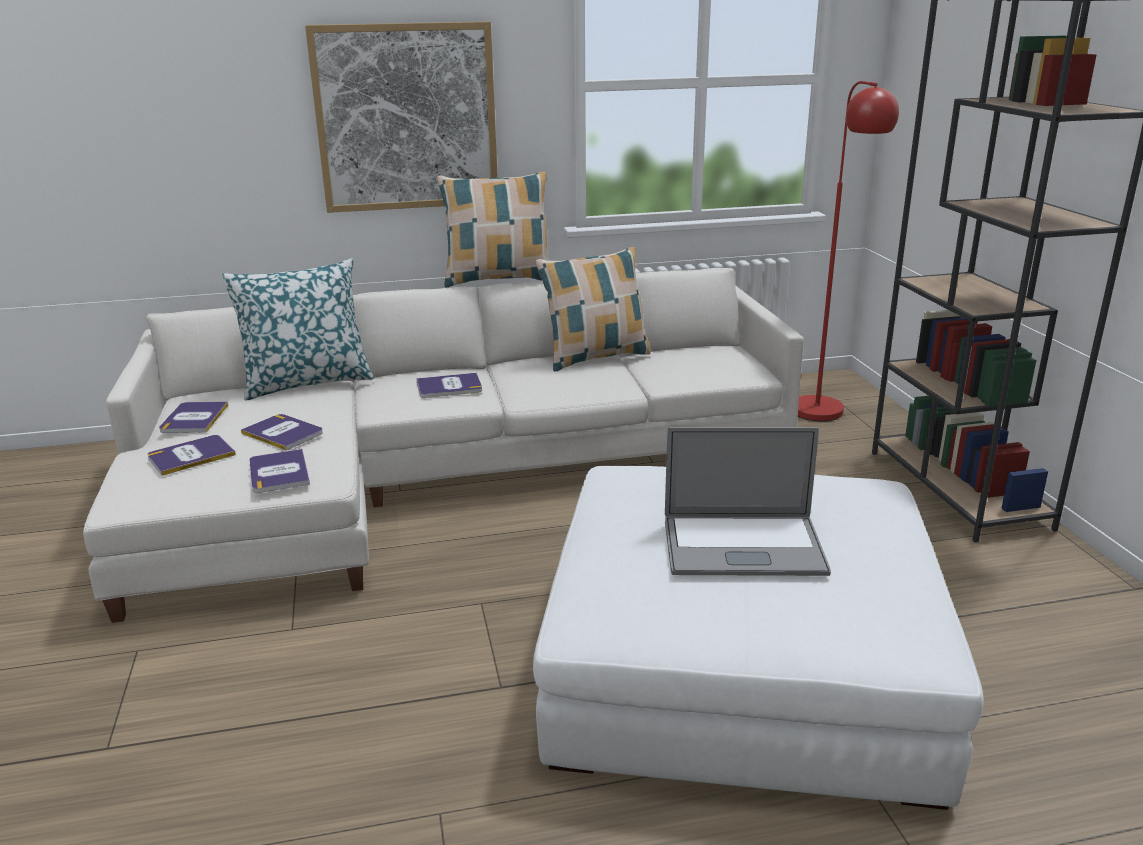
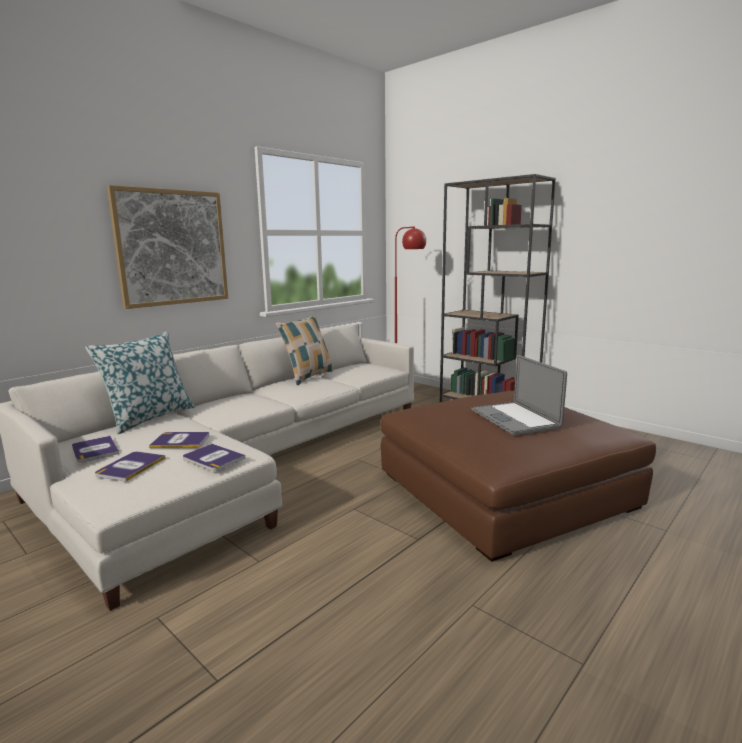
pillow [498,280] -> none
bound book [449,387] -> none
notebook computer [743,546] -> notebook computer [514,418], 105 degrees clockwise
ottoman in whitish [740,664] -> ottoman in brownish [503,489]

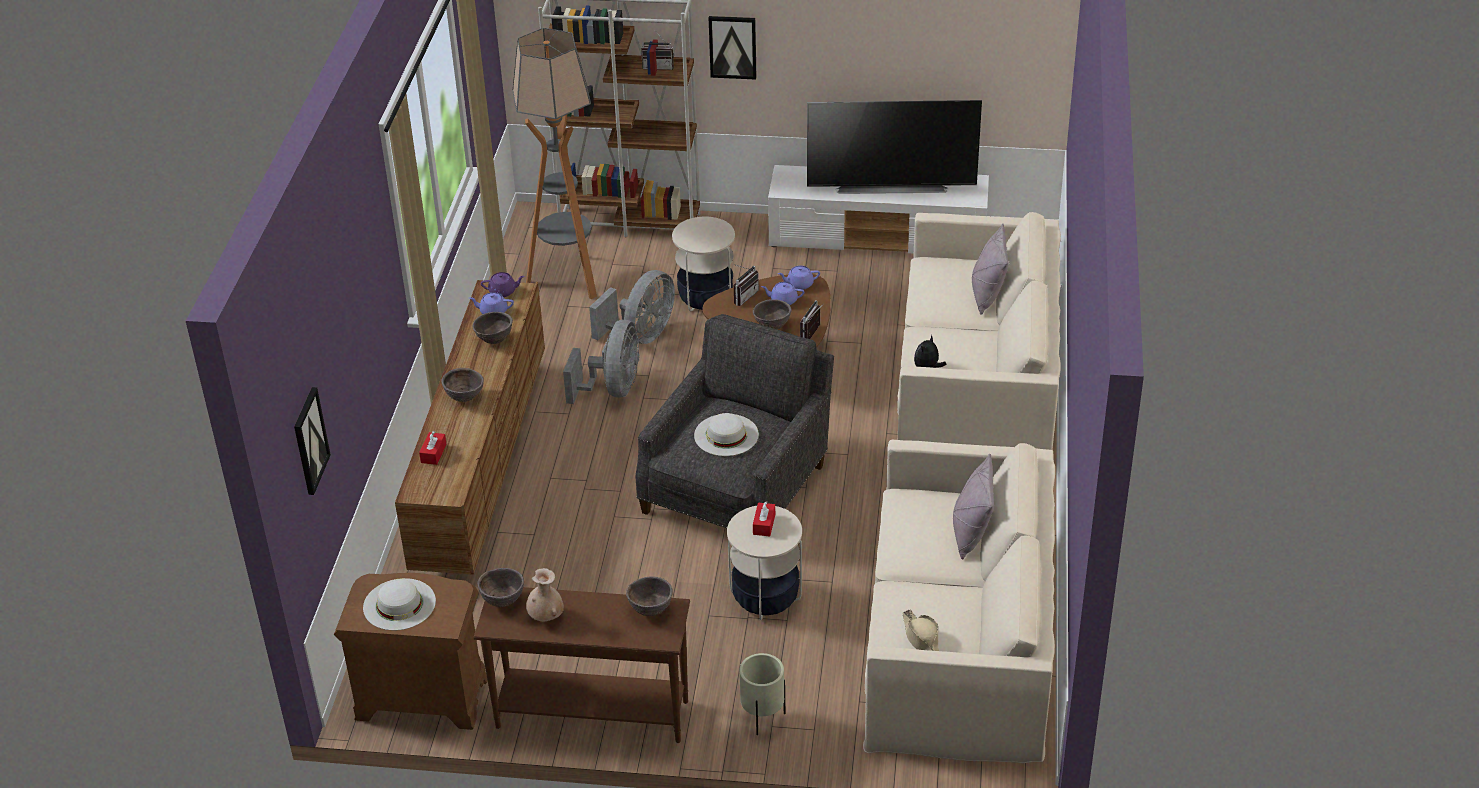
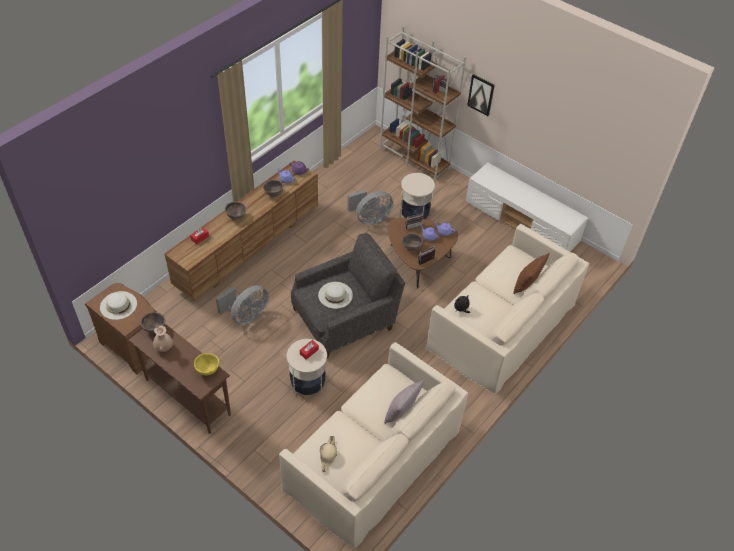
floor lamp [568,279] -> none
TV [891,185] -> none
pillow in purplish [987,295] -> pillow in brownish [526,284]
cooling fan in grey [613,389] -> cooling fan in grey [246,316], relocated
picture [310,441] -> none
deep dish in brownish [650,610] -> deep dish in yellowish [208,370]
planter in sand-coloured [763,718] -> none

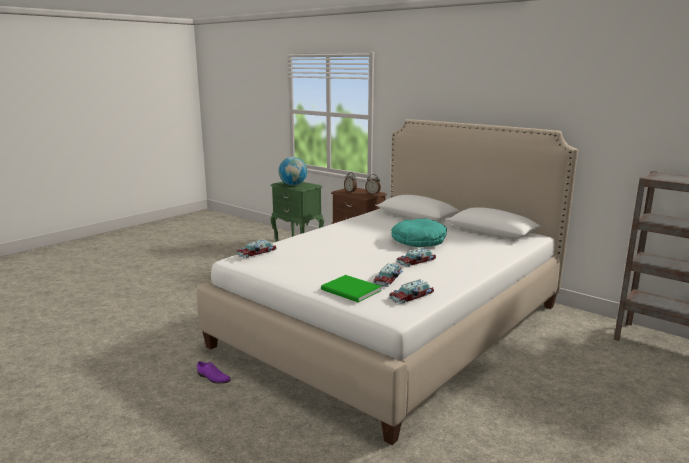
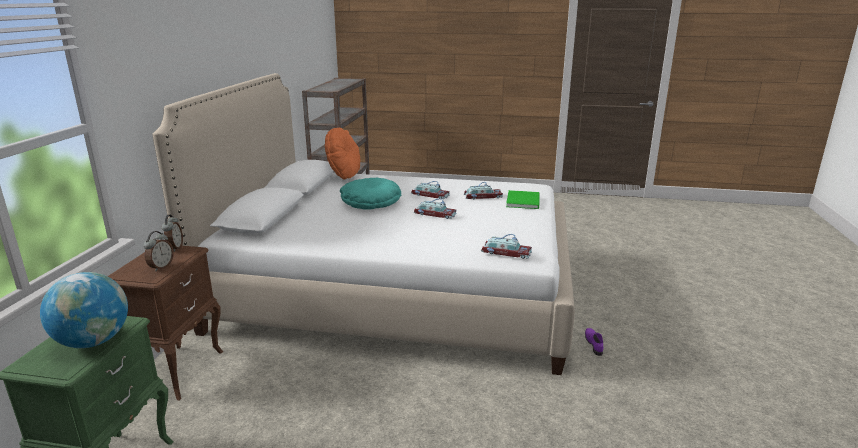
toy car [412,296] -> toy car [435,214], relocated
none -> pillow in orangey [344,176]

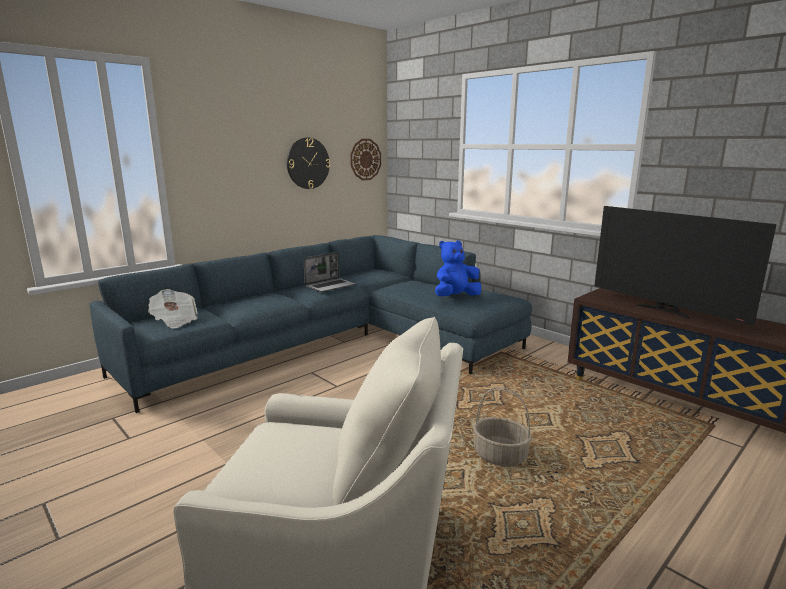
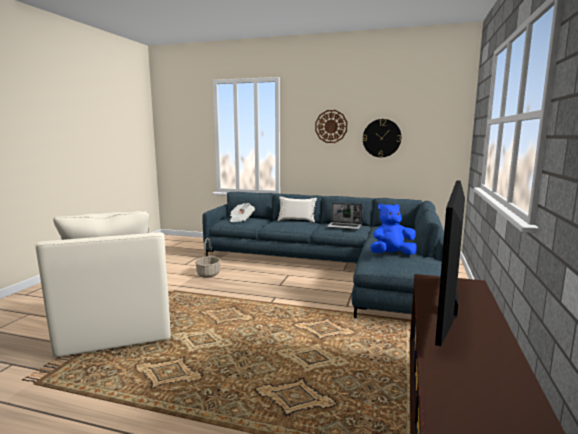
wall clock [365,159] -> wall clock [331,126], relocated
cuddly toy in blue [455,297] -> cuddly toy in blue [391,255], 45 degrees counterclockwise
household basket [501,455] -> household basket [208,274], relocated
none -> pillow in whitish [296,221]

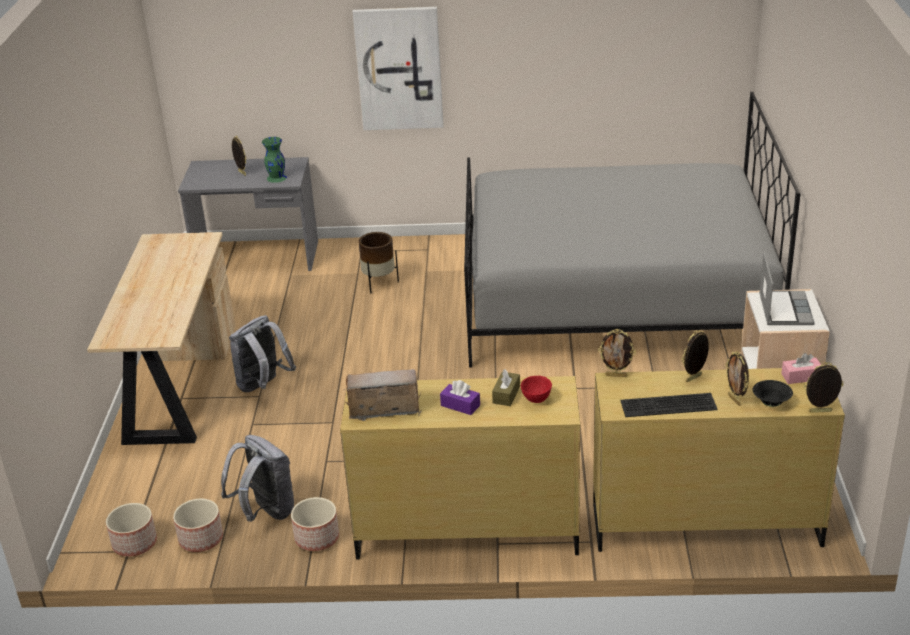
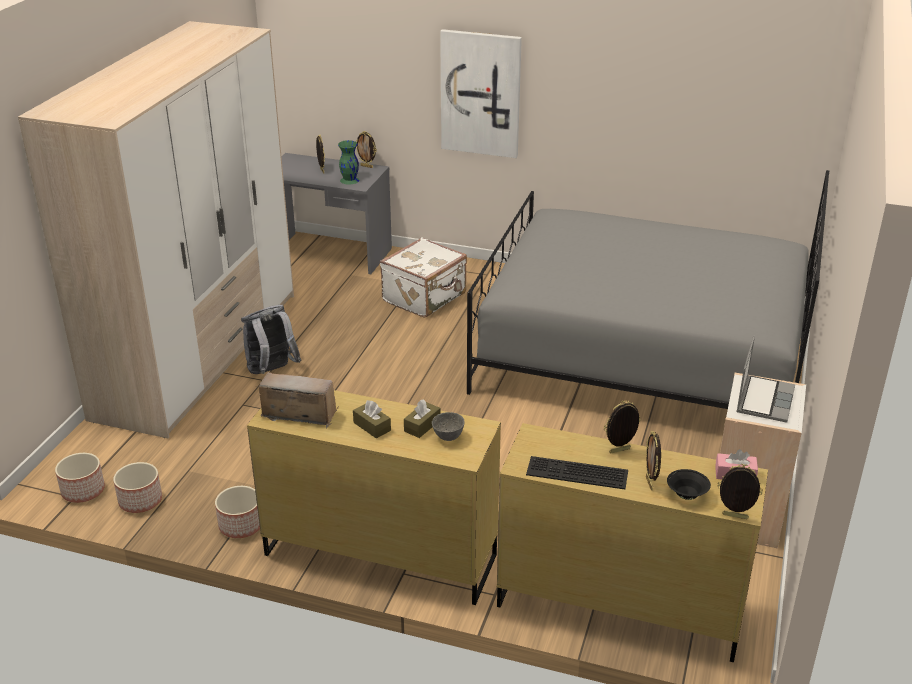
desk in sand-coloured [178,384] -> wardrobe [200,353]
planter in brownish [379,283] -> suitcase in whitish [425,298]
picture frame [616,375] -> picture frame [367,166], relocated
deep dish in red [537,400] -> deep dish in grey [448,437]
tissue holder in purplish [460,405] -> tissue holder in brownish [372,426]
backpack in grey [265,512] -> none

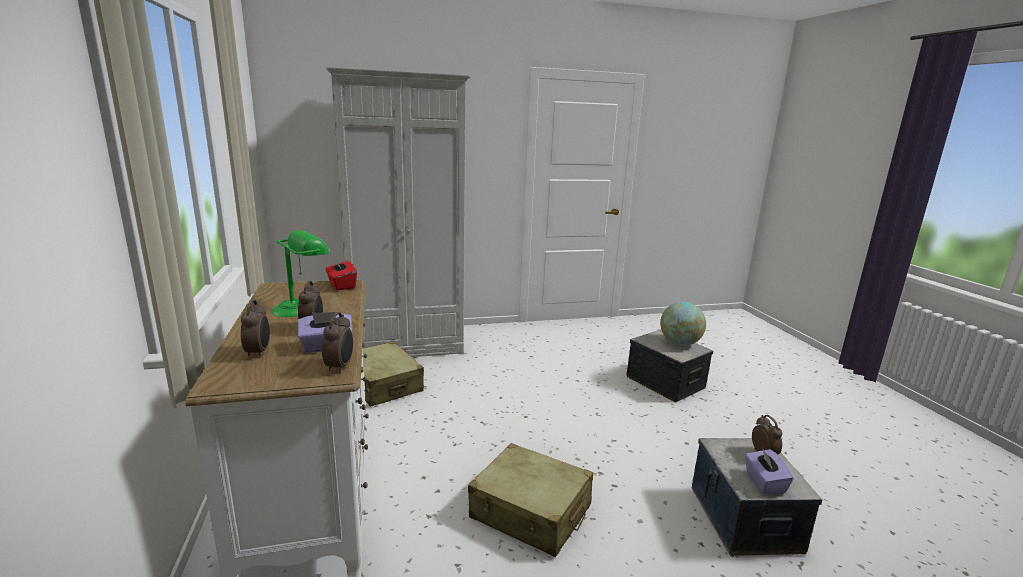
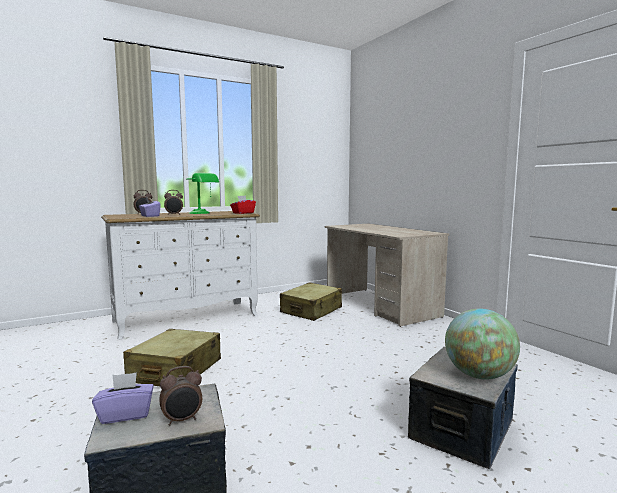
wardrobe in whitish [406,343] -> desk in sand-coloured [380,305]
alarm clock [340,367] -> none

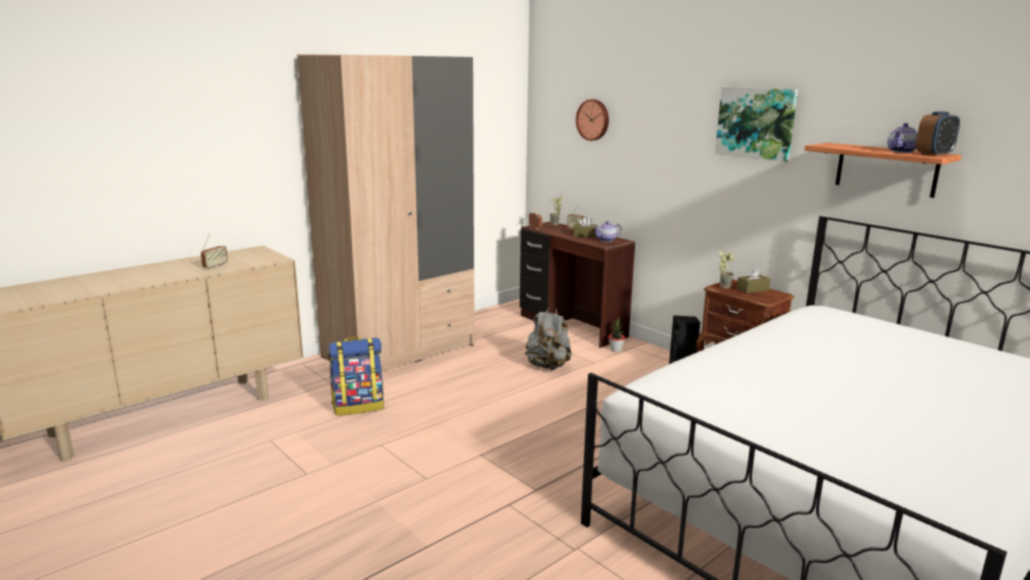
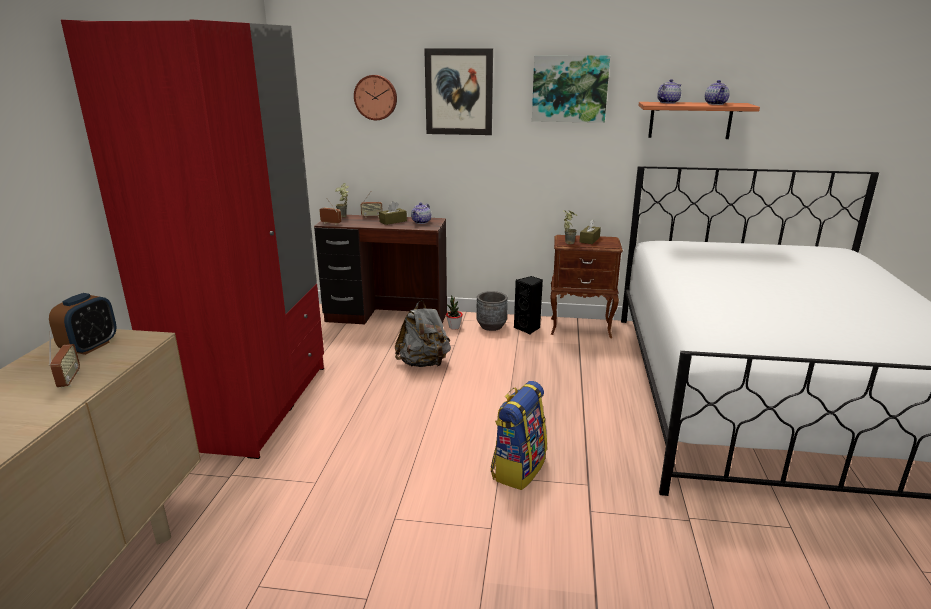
wardrobe in sand-coloured [399,350] -> wardrobe in red [252,404]
alarm clock [934,154] -> alarm clock [90,347], relocated
backpack [358,406] -> backpack [518,468], relocated
none -> picture [459,92]
none -> pot for tea [667,102]
none -> planter in grey [491,326]

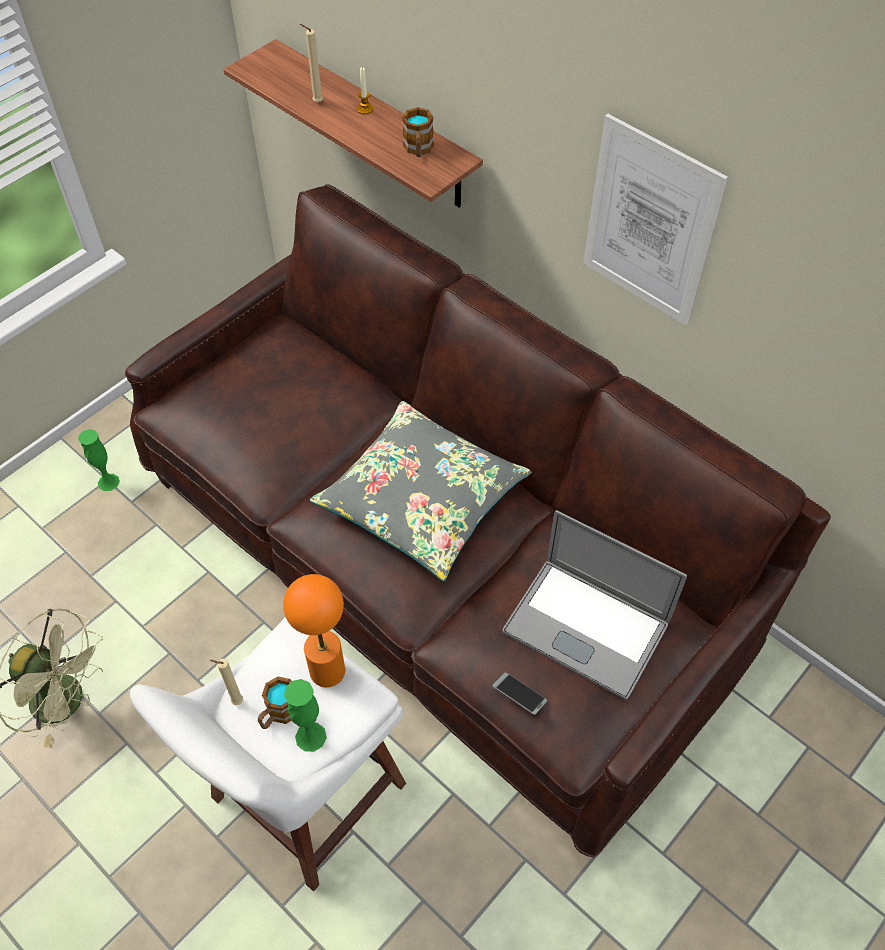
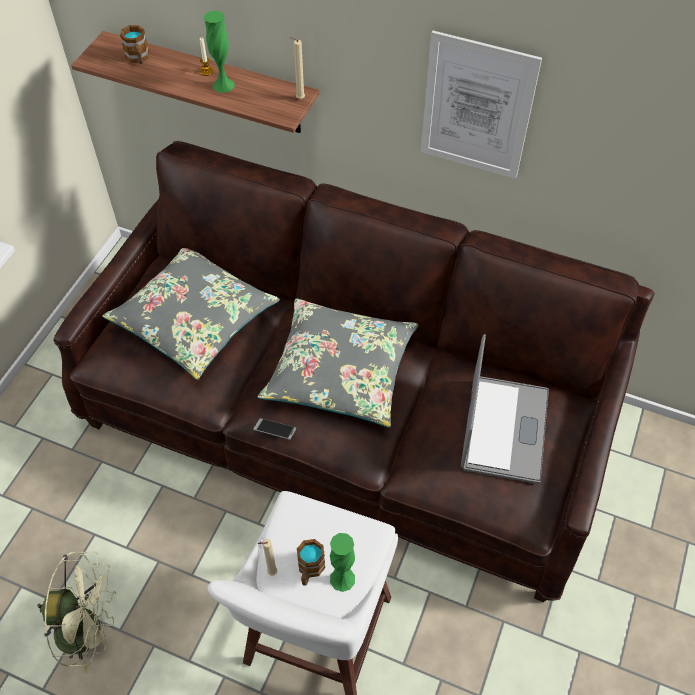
wax light in sand-coloured [316,102] -> wax light in sand-coloured [299,99], relocated
tea mug [418,150] -> tea mug [138,58], relocated
flower vase in green [108,482] -> flower vase in green [223,85], relocated
notebook computer [585,627] -> notebook computer [504,428], 90 degrees counterclockwise
table lamp in orangey [328,670] -> none
handset [519,695] -> handset [275,431], relocated
none -> pillow in grey [194,319]

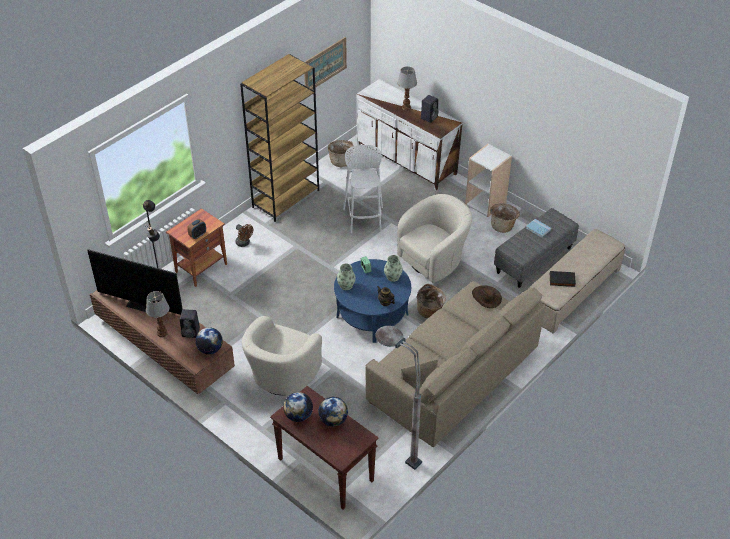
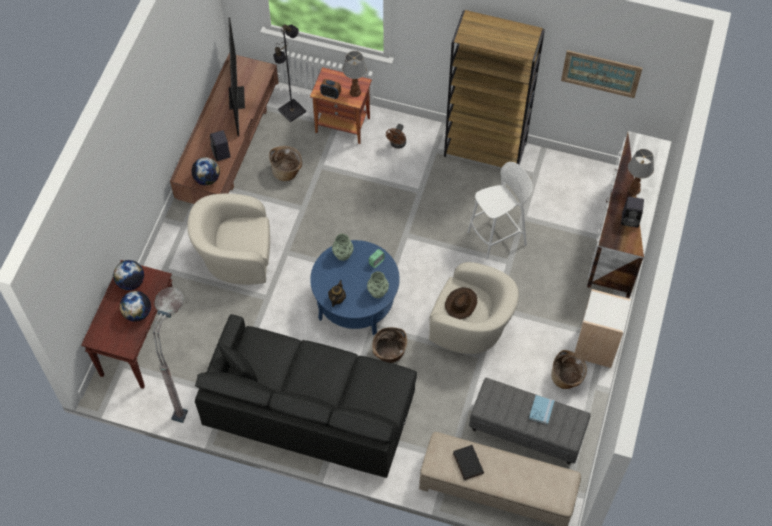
household basket [341,161] -> household basket [287,171], relocated
settee in sand-coloured [453,375] -> settee in blackish [310,409]
clothing hat in brownish [486,298] -> clothing hat in brownish [461,304], relocated
table lamp [162,333] -> table lamp [355,92], relocated

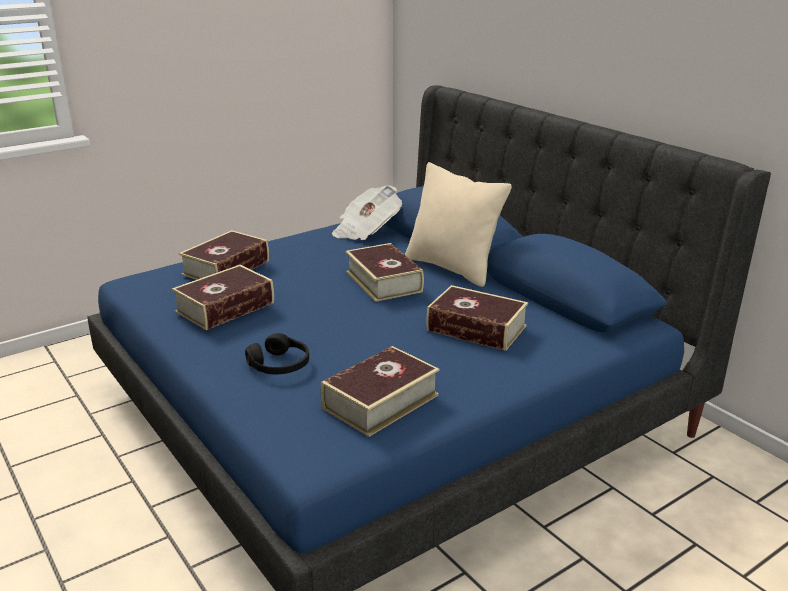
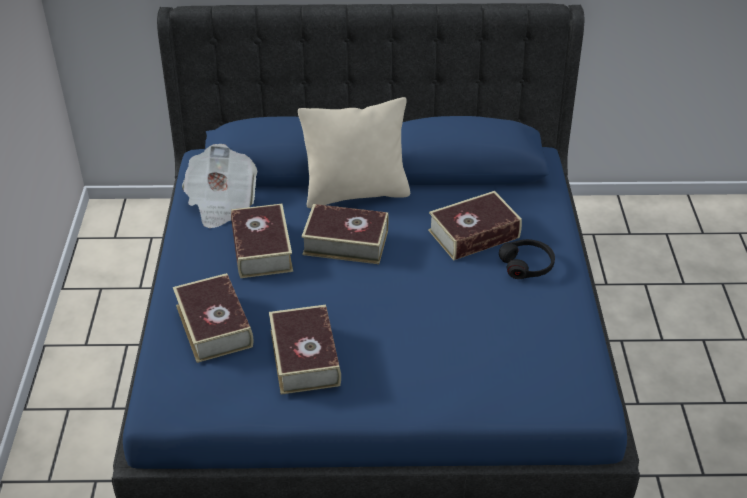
pair of headphones in blackish [279,365] -> pair of headphones in blackish [527,265], relocated
bound book [380,401] -> bound book [262,249], relocated

